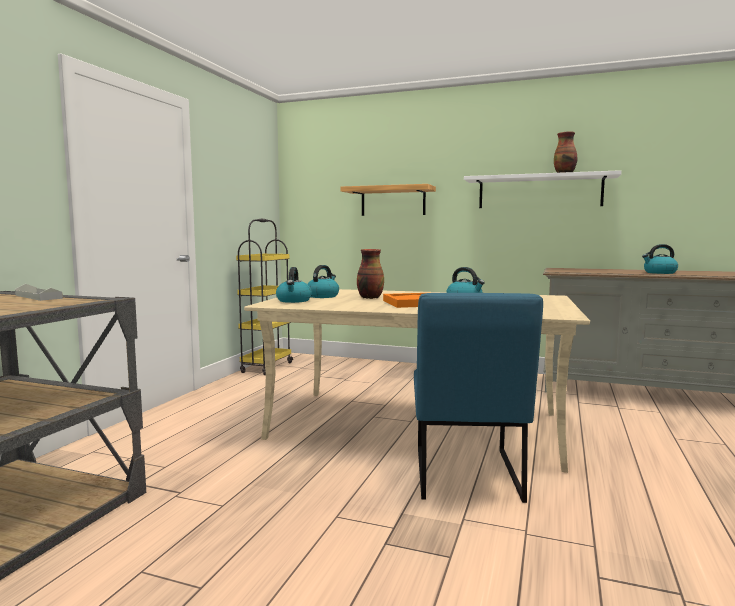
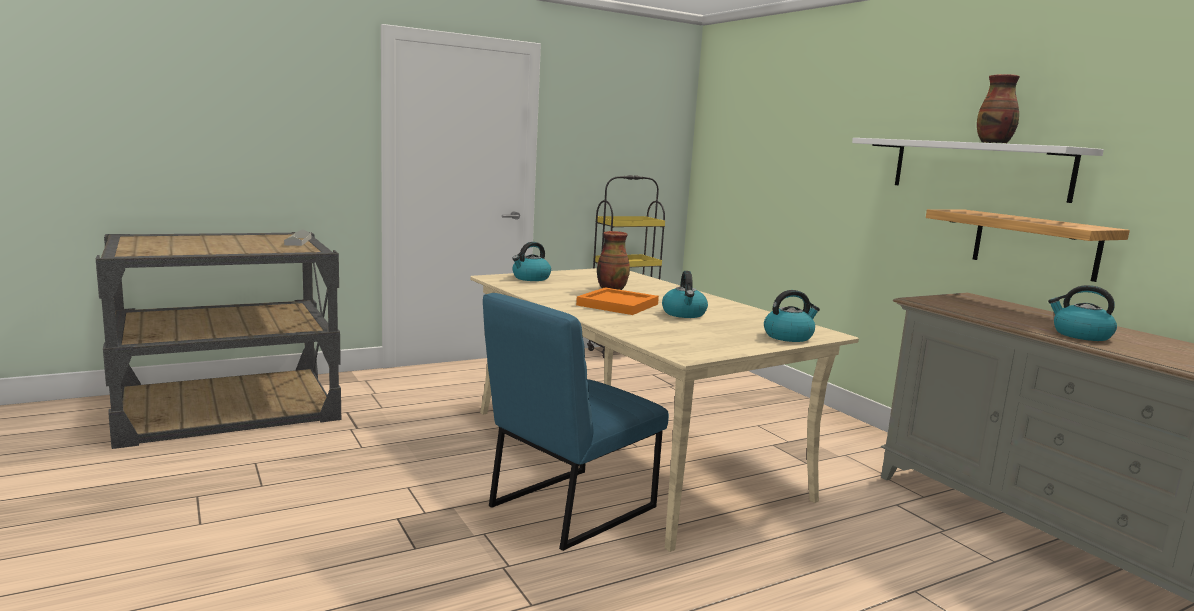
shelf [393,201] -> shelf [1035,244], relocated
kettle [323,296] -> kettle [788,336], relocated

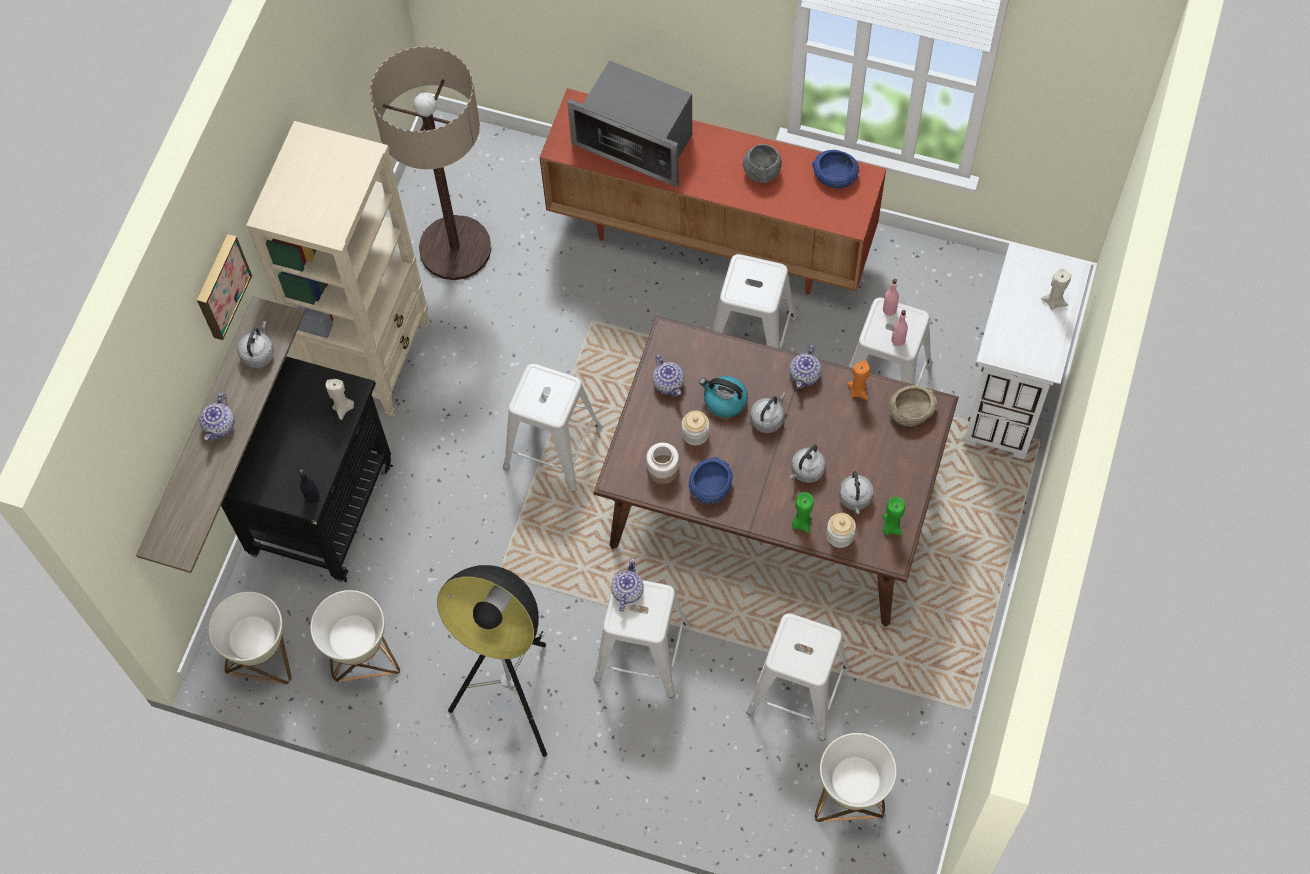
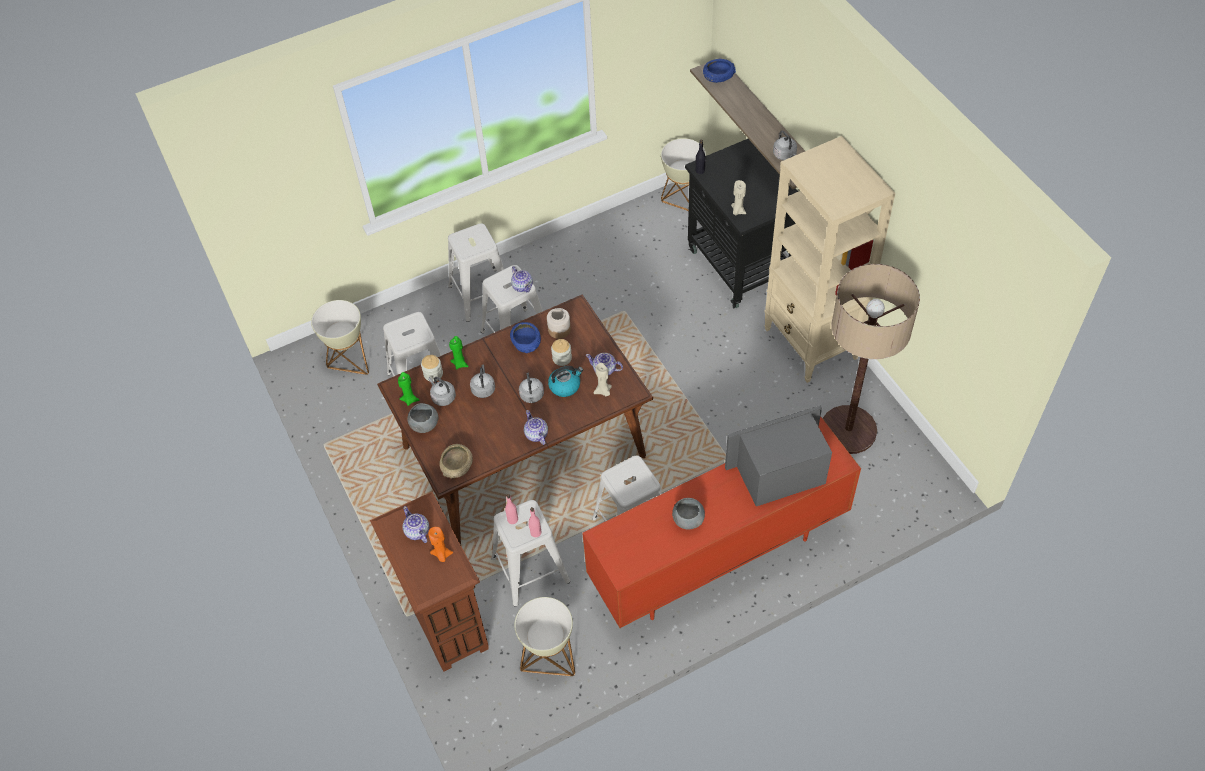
deep dish in blue [835,175] -> deep dish in blue [718,76], relocated
picture [220,286] -> none
storage cabinet in whitish [1008,404] -> storage cabinet in brownish [445,622]
wax light in sand-coloured [1054,301] -> wax light in sand-coloured [603,391], relocated
wax light in orangey [858,391] -> wax light in orangey [442,555], relocated
sitting stool in whitish [552,446] -> sitting stool in whitish [481,294], relocated
pot for tea [220,425] -> pot for tea [417,532], relocated
floor lamp [515,700] -> none
planter [362,658] -> planter [550,657], relocated
none -> deep dish in grey [424,425]

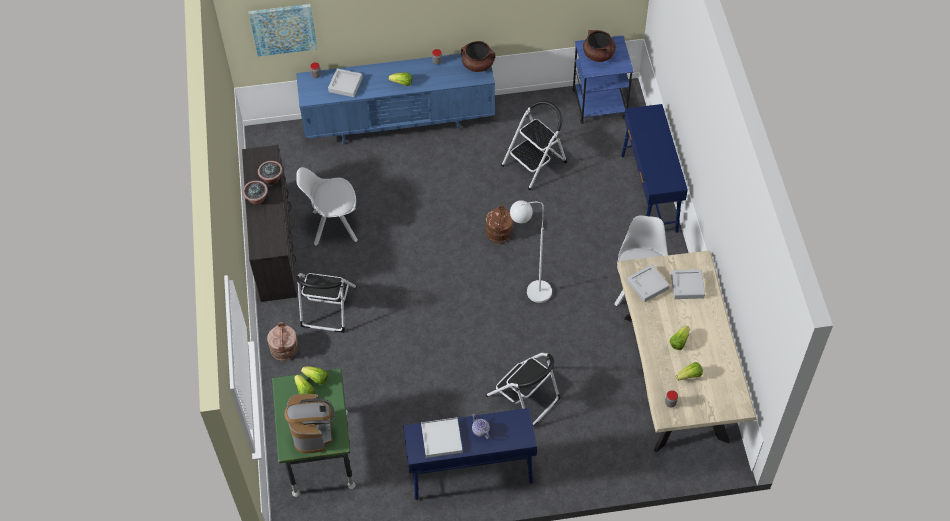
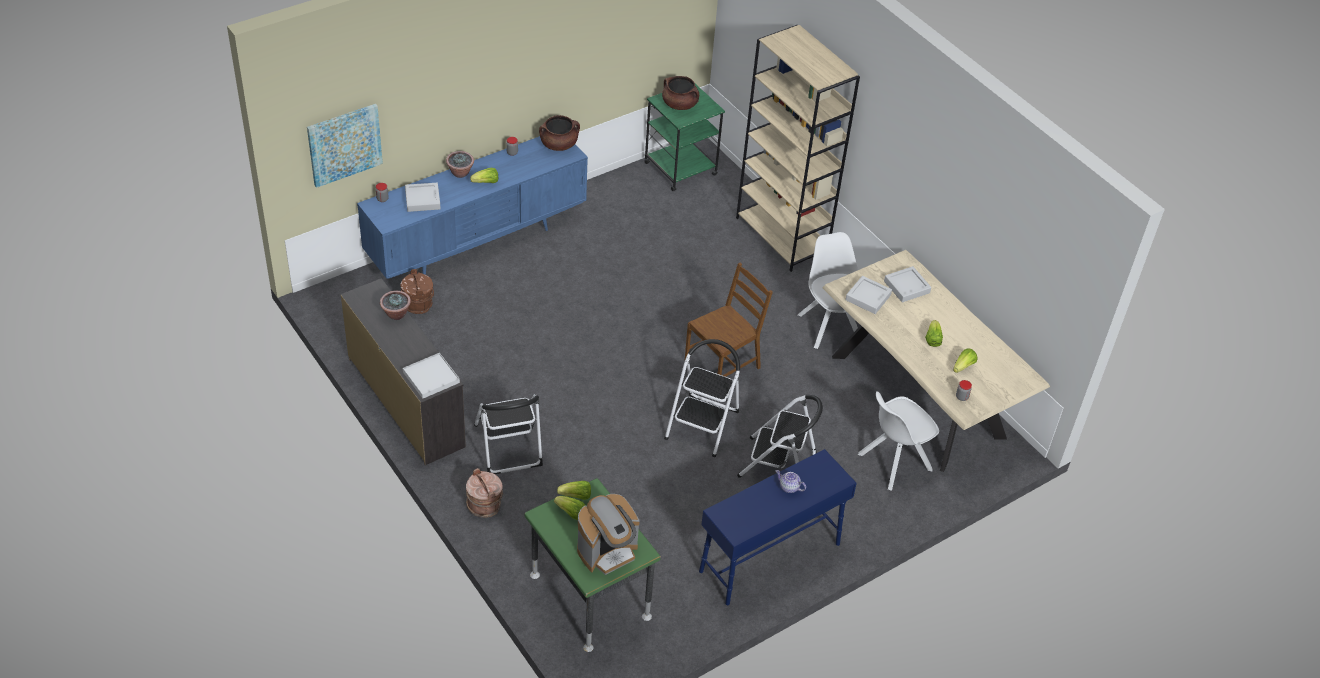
trolley in blue [600,104] -> trolley in green [681,168]
stepladder [536,163] -> stepladder [703,424], relocated
hall table in blue [648,193] -> bookcase in sand-coloured [782,236]
chair in whitish [333,226] -> chair in whitish [893,462], relocated
plant in a pot [257,199] -> plant in a pot [460,173], relocated
floor lamp in whitish [531,294] -> chair in brownish [723,364]
water bucket in brownish [499,233] -> water bucket in brownish [418,304], relocated
coffee brewer [313,432] -> coffee brewer [607,551], 90 degrees clockwise
serving tray in whitish [441,439] -> serving tray in whitish [431,377], relocated

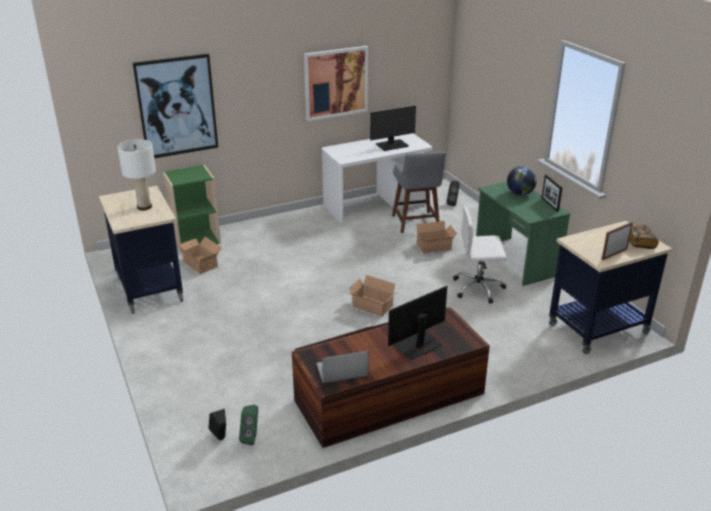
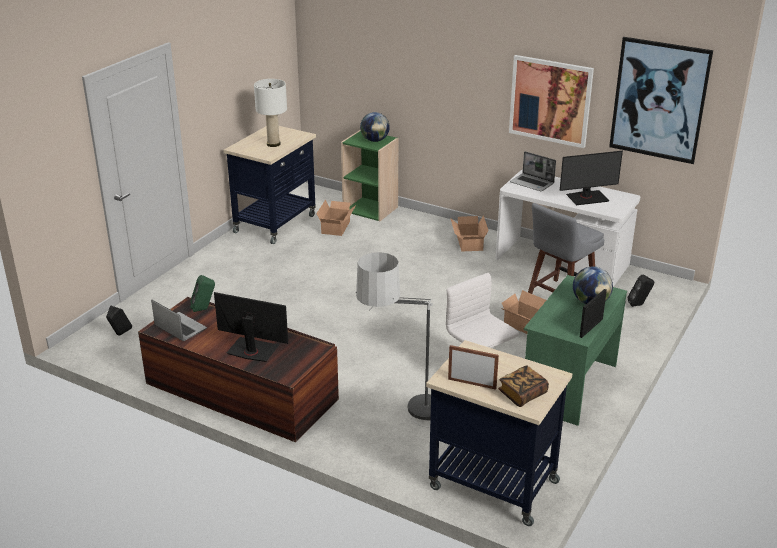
picture [177,106] -> picture [659,100], relocated
computer screen [391,145] -> computer screen [587,198], 45 degrees counterclockwise
packing box [372,307] -> packing box [468,243], relocated
speaker in green [252,438] -> speaker in green [204,309], relocated
none -> world globe [375,140]
none -> notebook computer [532,183]
none -> floor lamp [404,423]

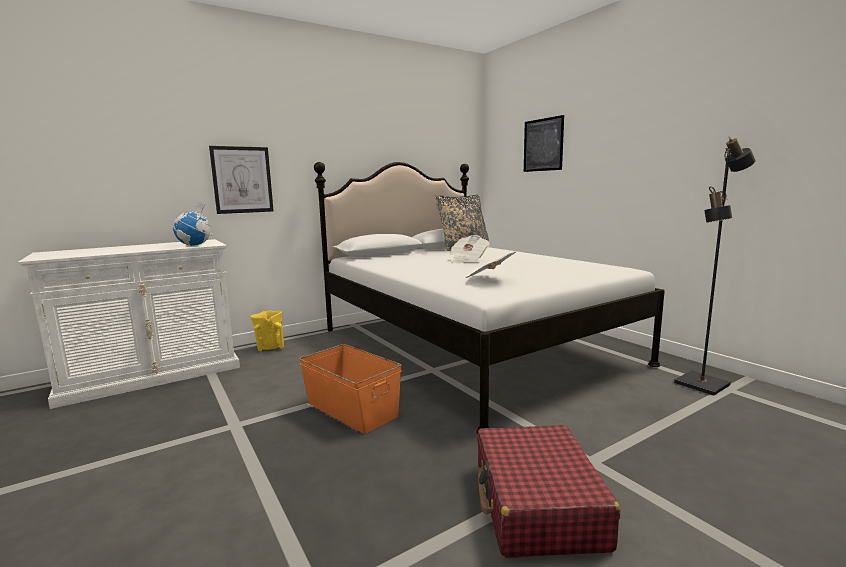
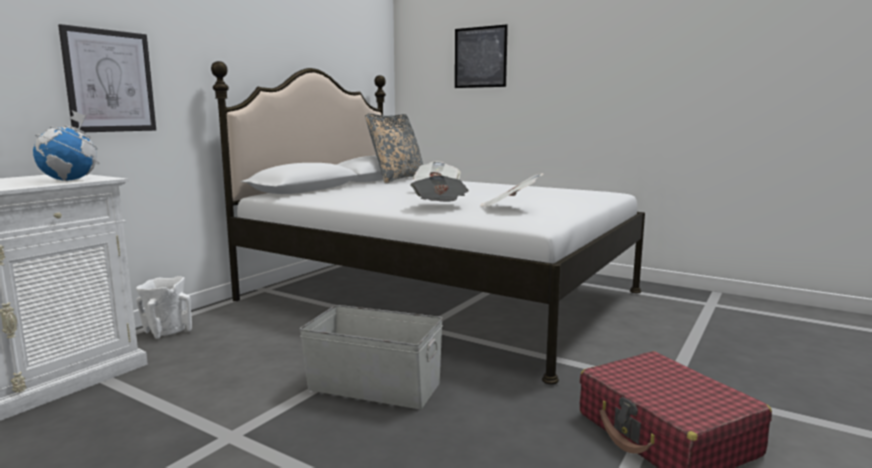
floor lamp in blackish [701,384] -> none
flower vase in yellowish [270,347] -> flower vase in whitish [166,332]
storage bin in orangey [352,409] -> storage bin in grey [374,385]
none -> printed paper [440,206]

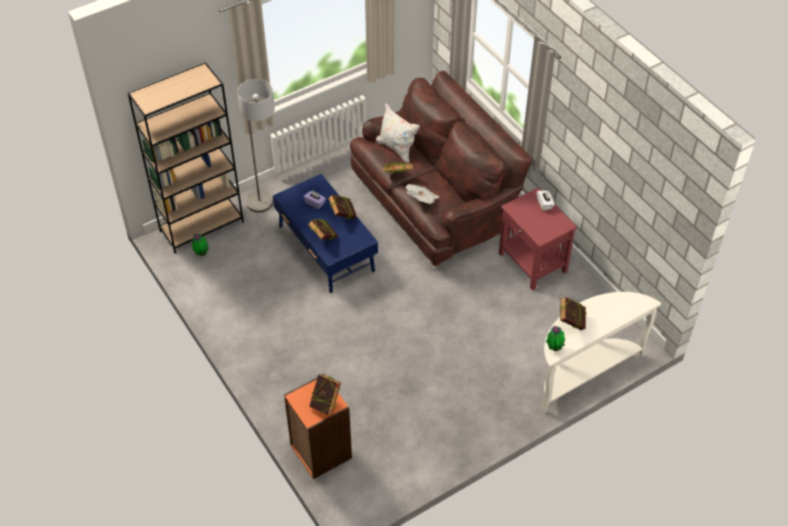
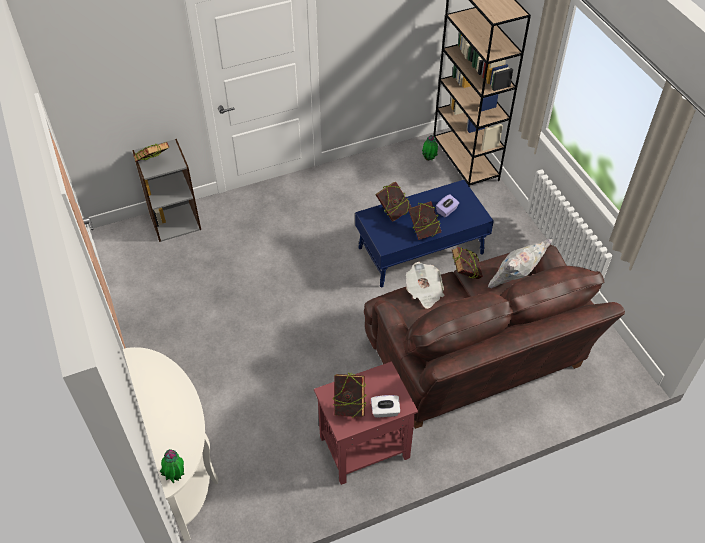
floor lamp in grey [266,206] -> none
bound book [571,323] -> bound book [349,405], relocated
plant in a pot [554,348] -> plant in a pot [176,476], relocated
bookcase in orangey [320,452] -> bookcase in grey [175,221]

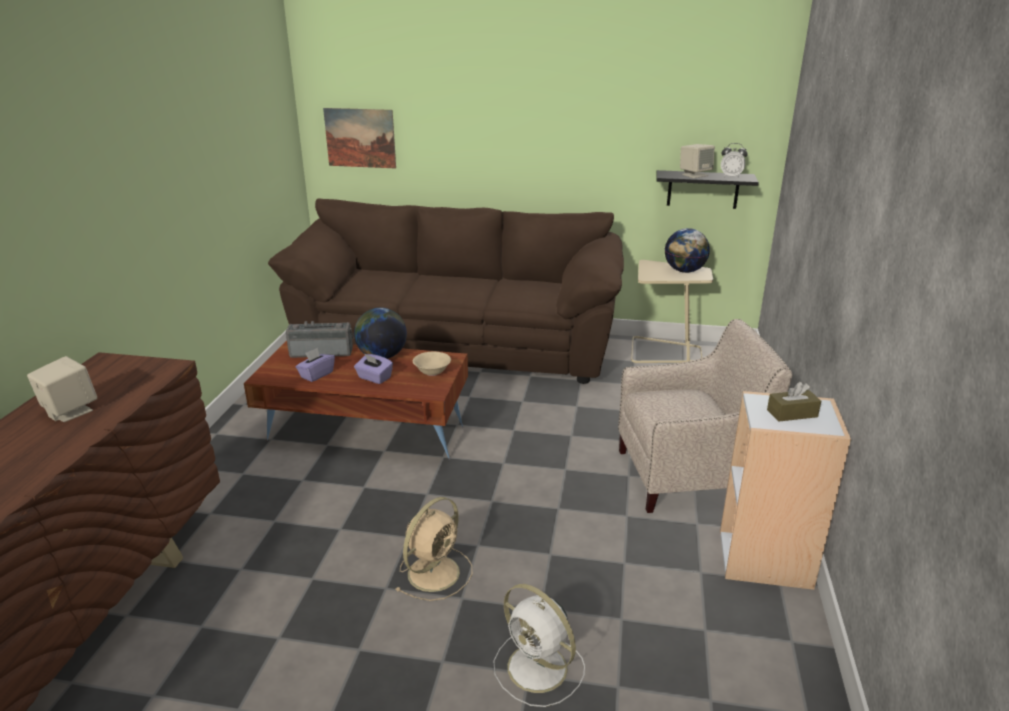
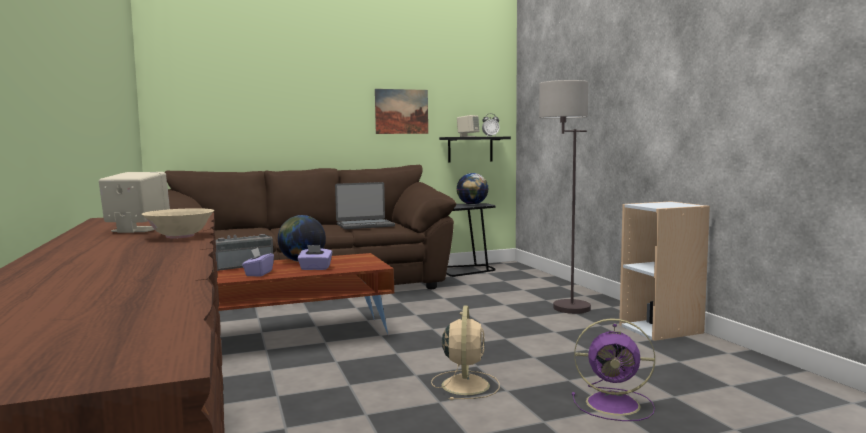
picture [360,138] -> picture [401,111], relocated
end table in sand-coloured [664,352] -> end table in blackish [465,270]
easy chair in sand-coloured [688,477] -> floor lamp in grey [564,310]
deep dish in sand-coloured [432,372] -> deep dish in sand-coloured [180,236], relocated
tissue holder in brownish [792,413] -> none
cooling fan in whitish [539,669] -> cooling fan in purplish [615,404]
none -> notebook computer [365,225]

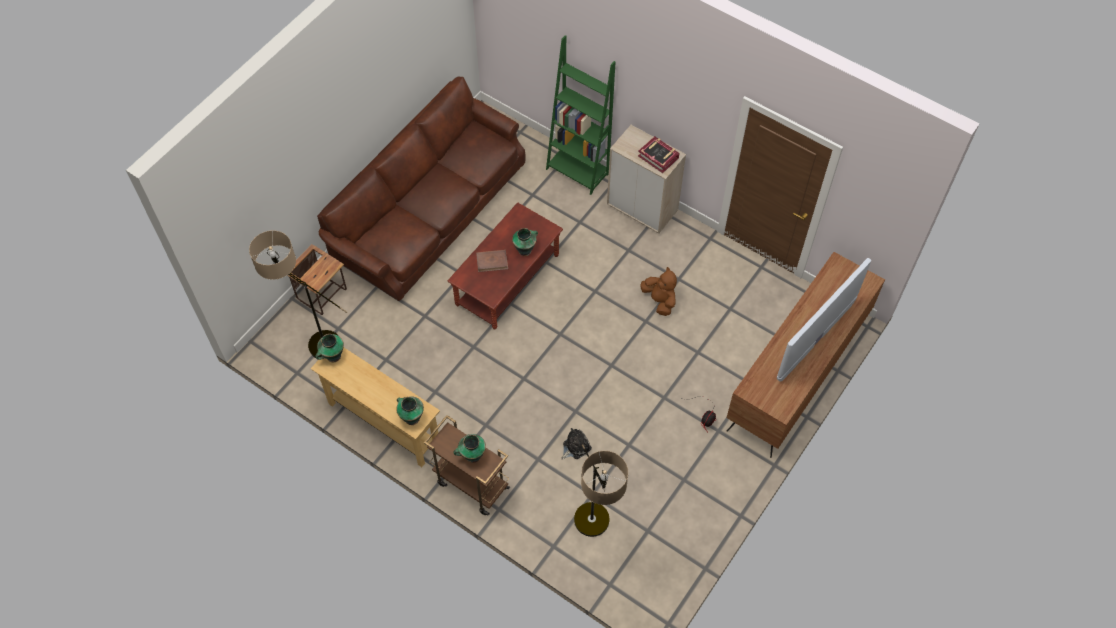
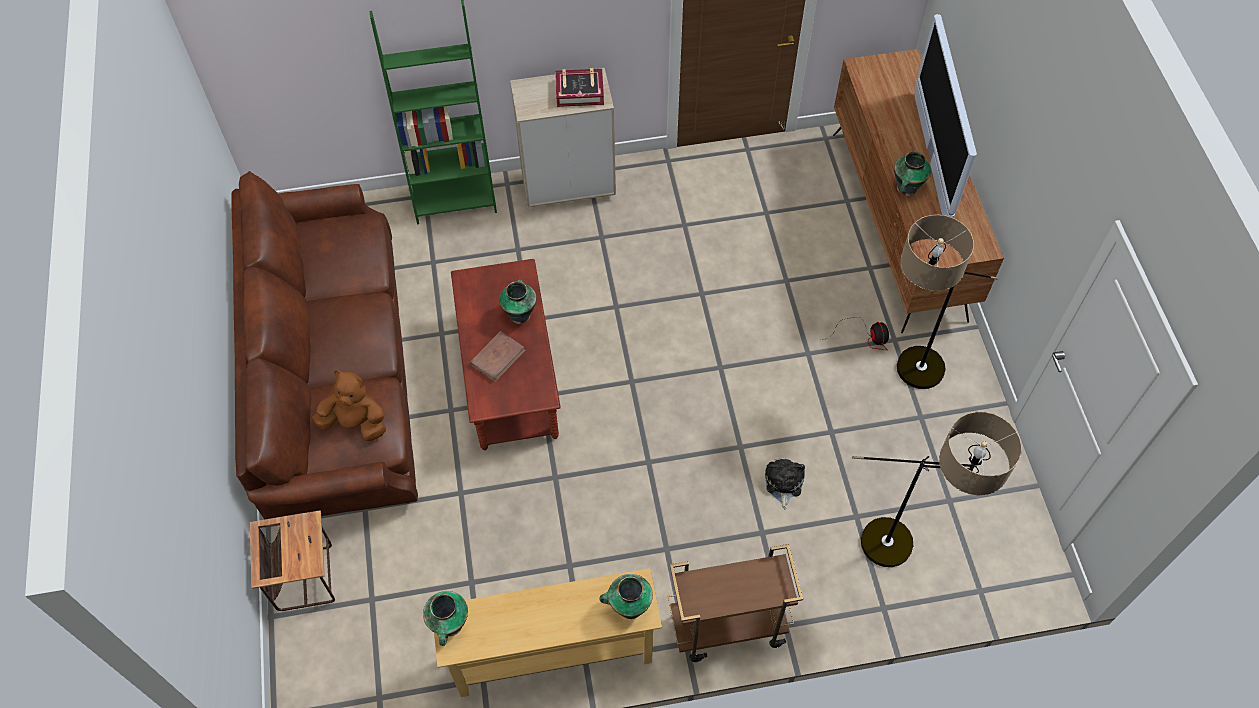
floor lamp [312,341] -> floor lamp [903,376], relocated
cuddly toy in brownish [659,300] -> cuddly toy in brownish [356,423], relocated
flower vase [472,456] -> flower vase [906,189], relocated

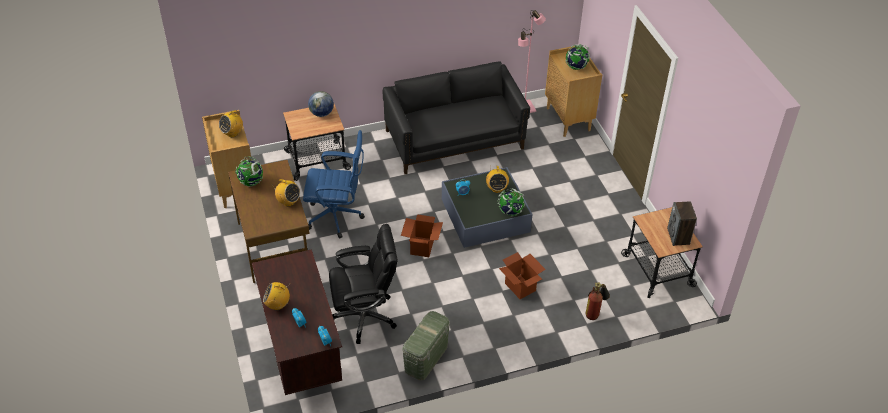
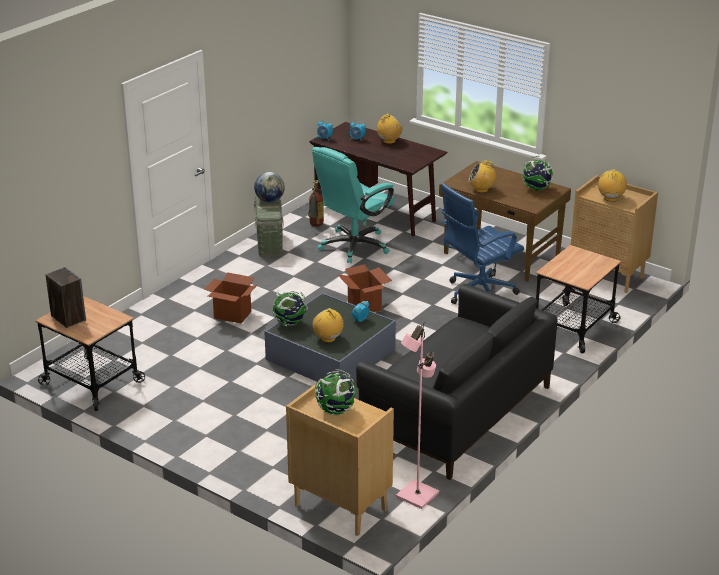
world globe [321,113] -> world globe [270,201], relocated
office chair in blackish [364,316] -> office chair in blue-green [354,246]
fire-fighting cylinder [595,312] -> fire-fighting cylinder [315,226], relocated

